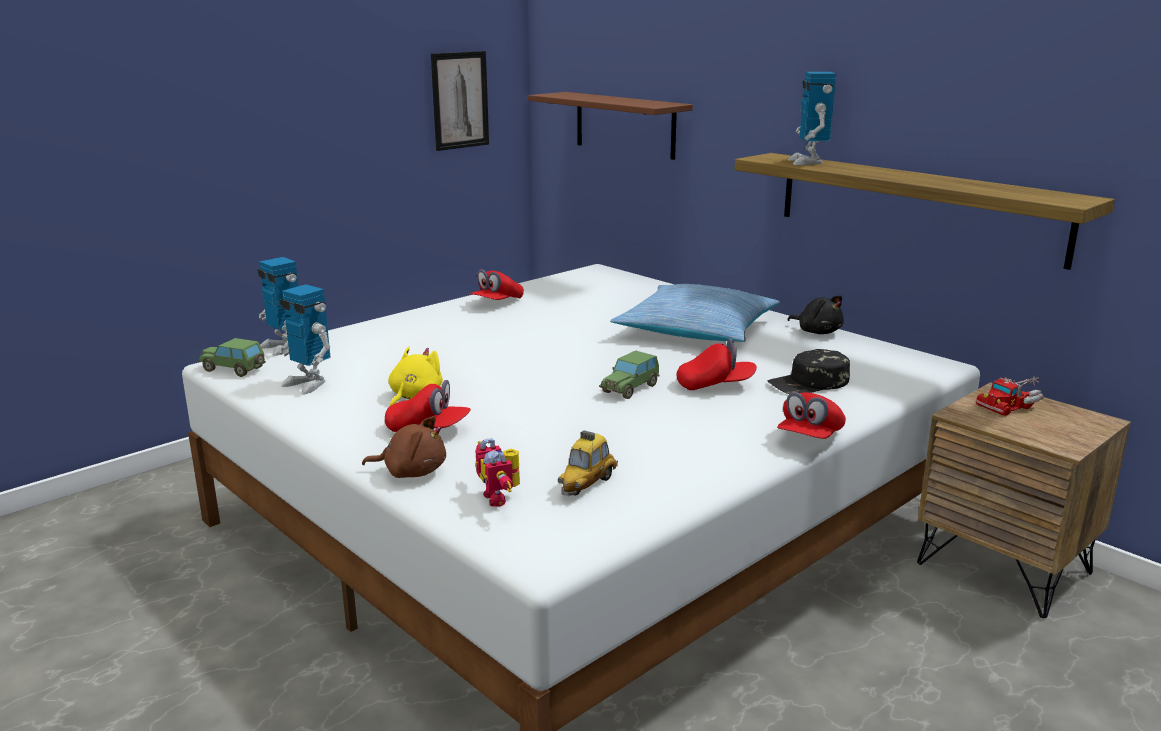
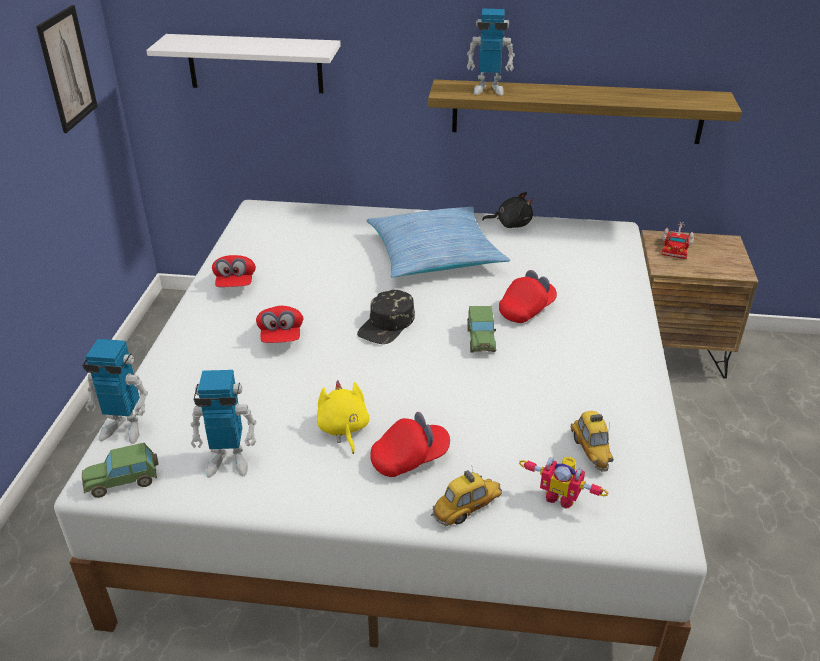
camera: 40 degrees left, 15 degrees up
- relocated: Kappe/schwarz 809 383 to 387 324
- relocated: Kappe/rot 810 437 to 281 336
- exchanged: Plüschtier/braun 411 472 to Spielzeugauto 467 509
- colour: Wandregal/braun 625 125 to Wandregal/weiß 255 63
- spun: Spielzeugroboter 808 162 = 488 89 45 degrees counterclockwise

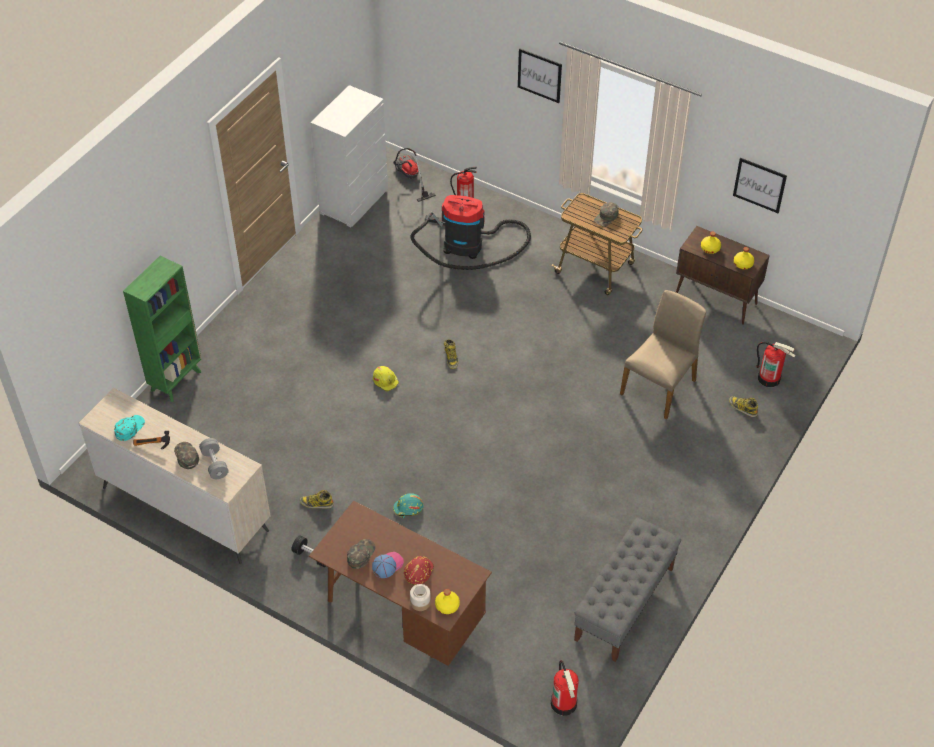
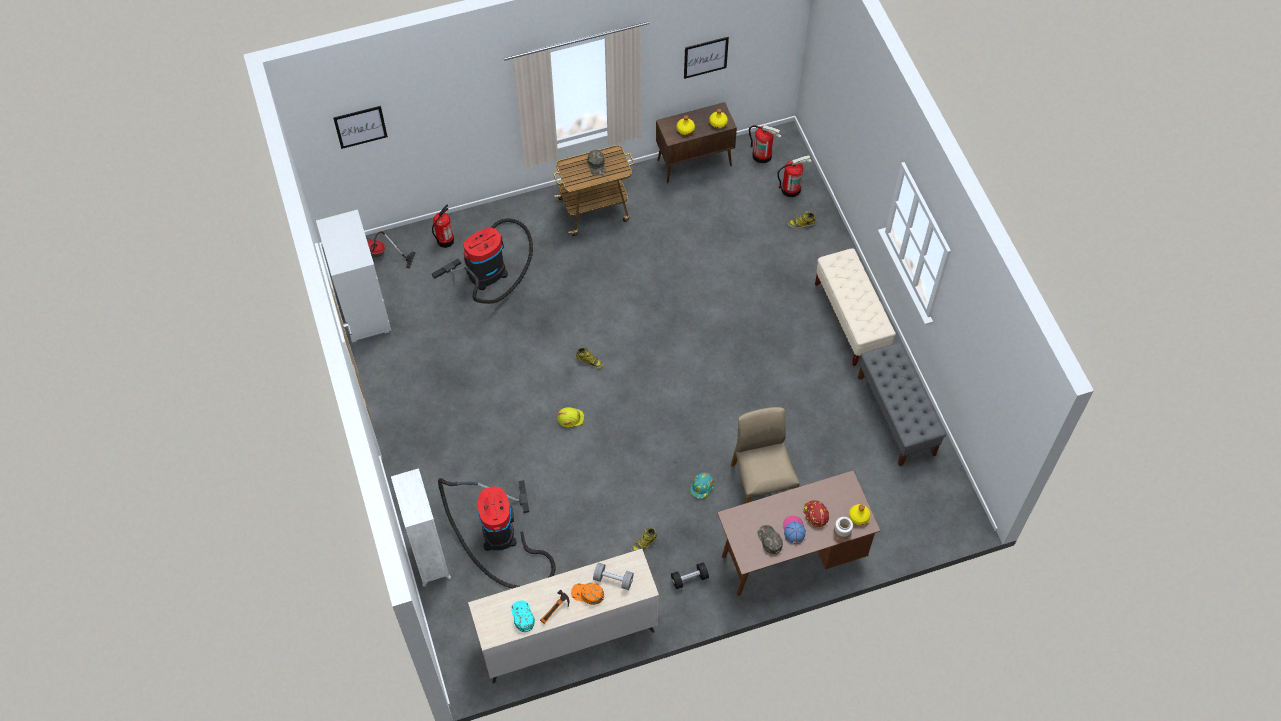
camera: 50 degrees left, 10 degrees up
- appeared: Staubsauger 500 536
- appeared: Bank/beige 851 320
- relocated: Bild 539 75 to 360 126
- relocated: Feuerlöscher 564 703 to 762 155
- relocated: Stuhl/beige 659 387 to 761 484
- colour: Bücherregal/grün 177 380 to Bücherregal/weiß 431 560
- colour: Kappe/grün 186 456 to Kappe/orange 587 594

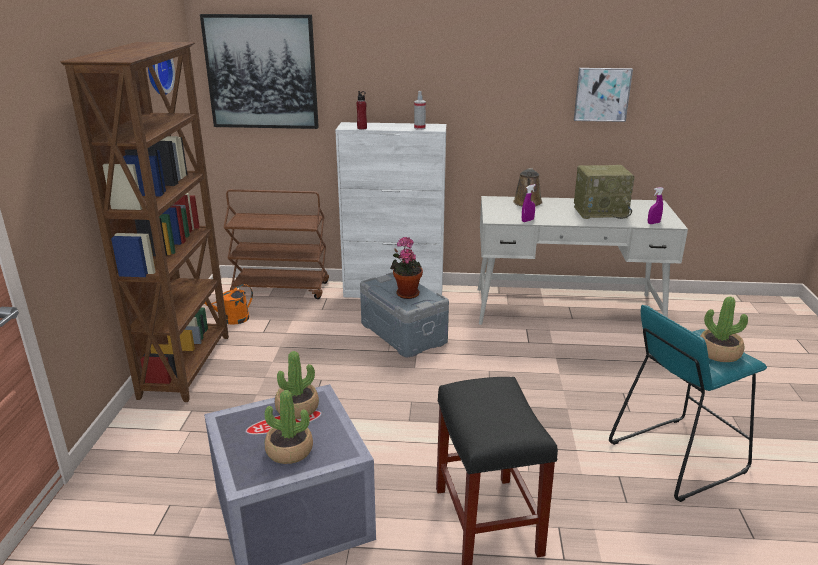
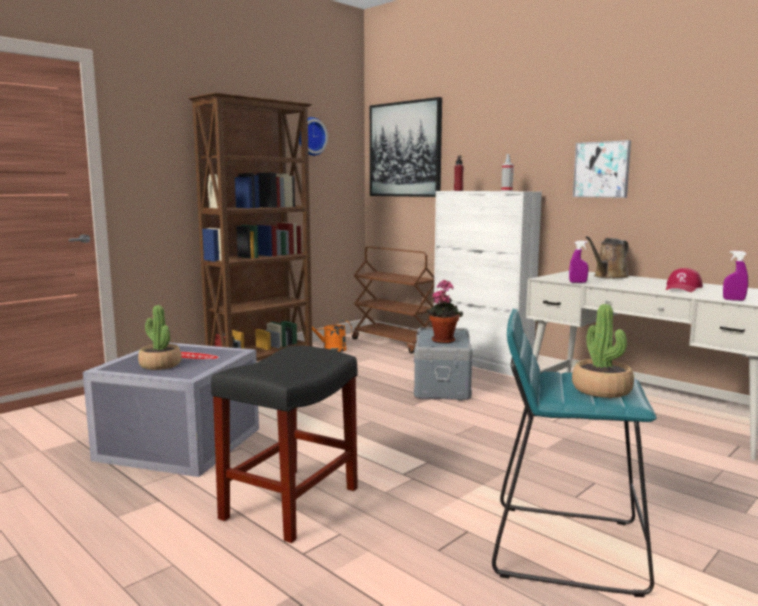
camera: 40 degrees right, 15 degrees down
- missing: Topfpflanze 297 408
- relocated: Bild 602 94 to 602 169
- exchanged: Radio 600 212 to Kappe/rot 683 288

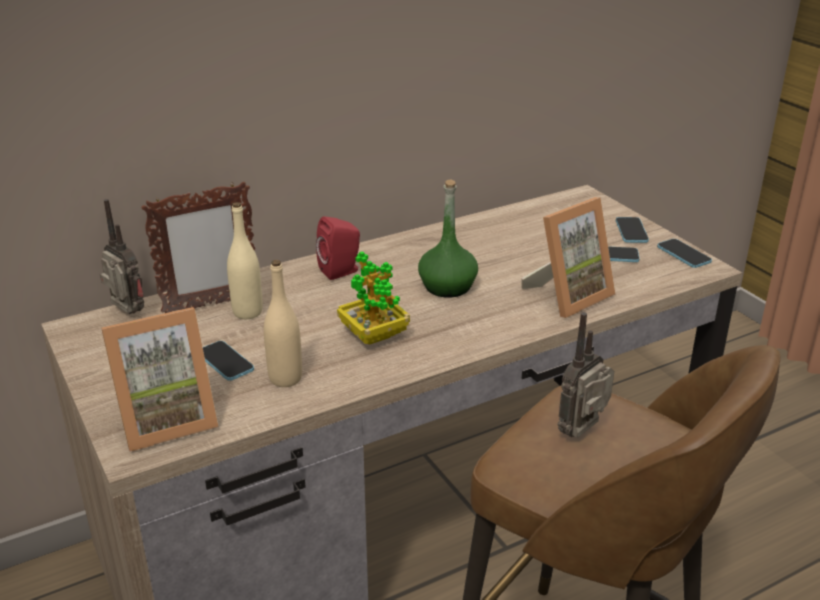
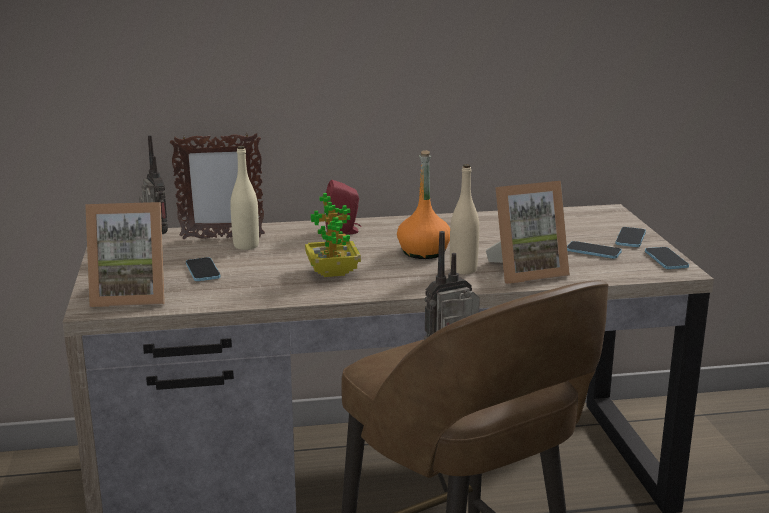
camera: 20 degrees right, 10 degrees down
- relocated: Flasche/beige 285 378 to 463 270
- colour: Flasche/grün 448 287 to Flasche/orange 424 252

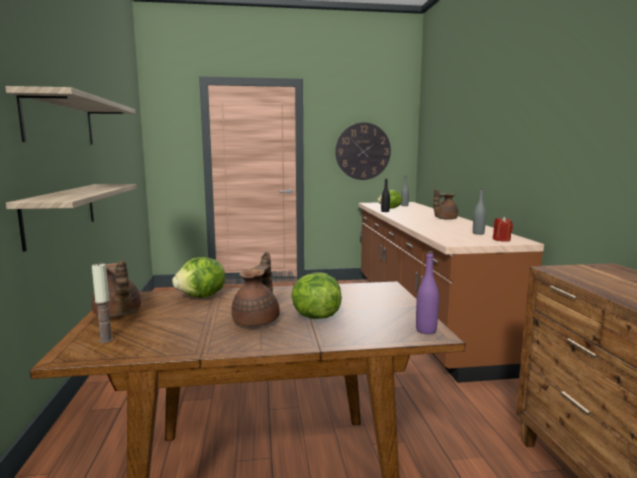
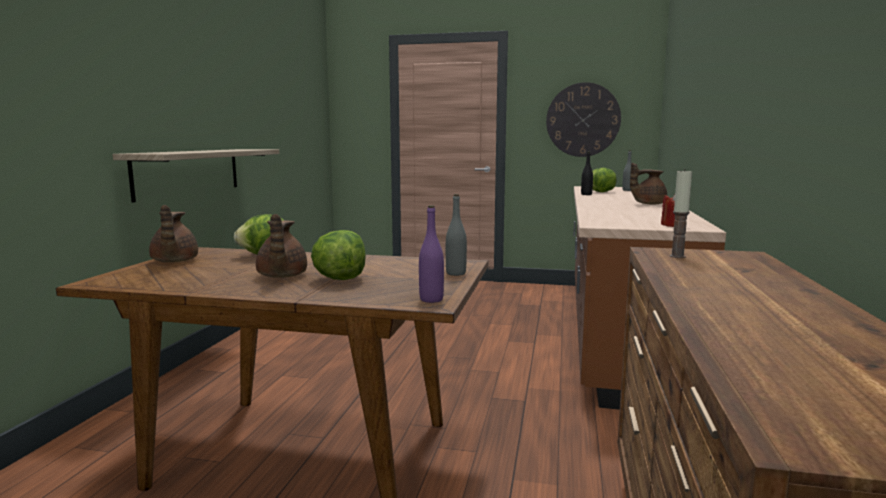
camera: 20 degrees right, 0 degrees up
- missing: Wandregal 60 121
- relocated: Kerze 106 340 to 677 256
- relocated: Flasche/grau 478 233 to 456 273
- spun: Teekanne/braun 257 321 = 281 276 135 degrees clockwise

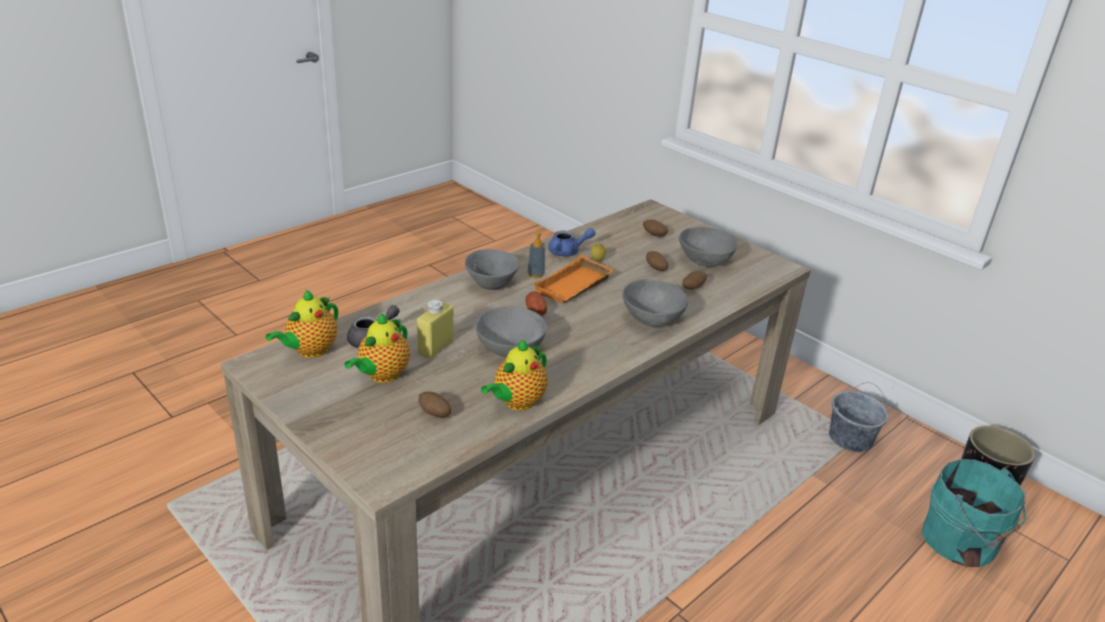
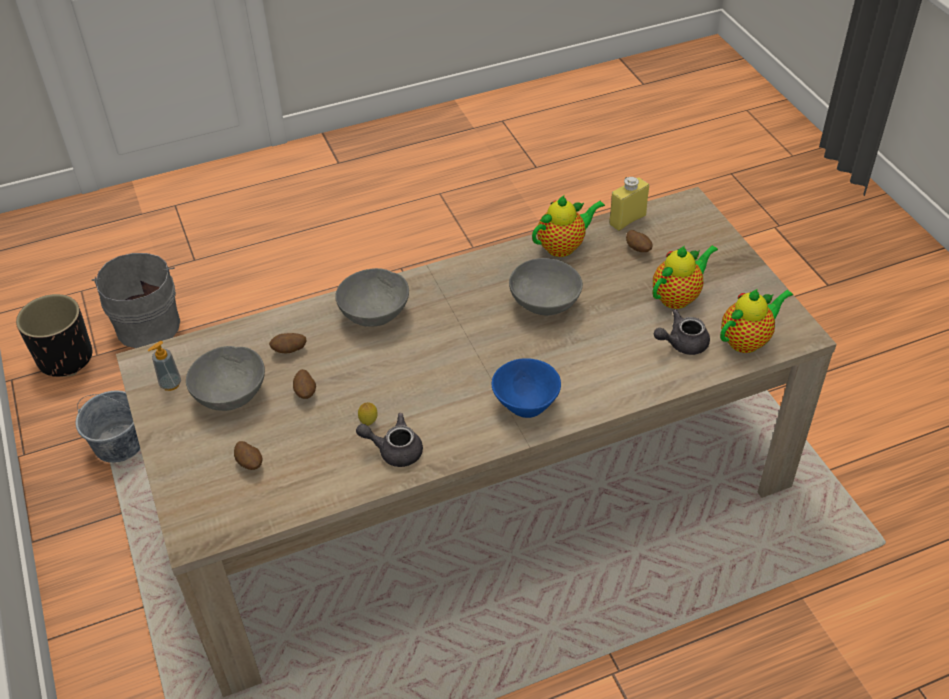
camera: 155 degrees left, 15 degrees up
- missing: Kartoffel 535 311
- missing: Tablett/orange 574 287
- relocated: Flasche/gelb 435 348 to 627 220
- relocated: Seifenspender 536 274 to 170 384
- colour: Schüssel/grau 490 285 to Schüssel/blau 527 403
- colour: Teekanne/blau 568 251 to Teekanne/grau 394 450
- colour: Eimer/türkis 961 542 to Eimer/grau 148 323

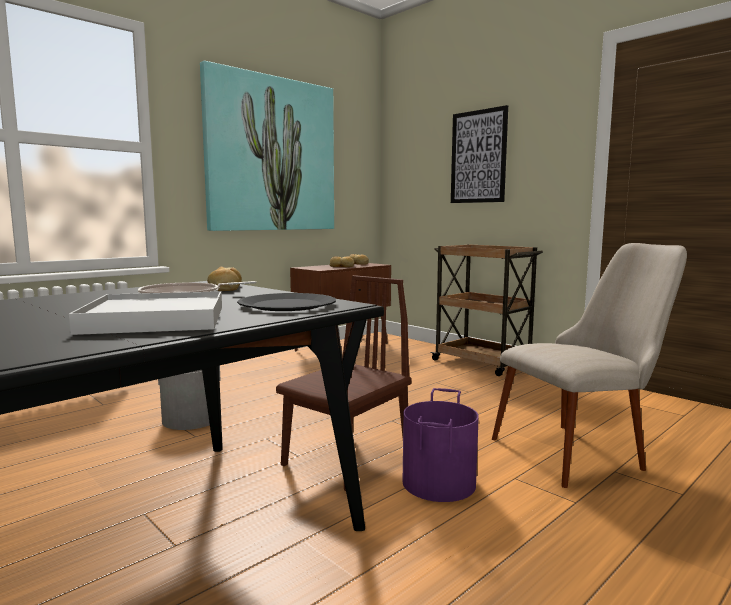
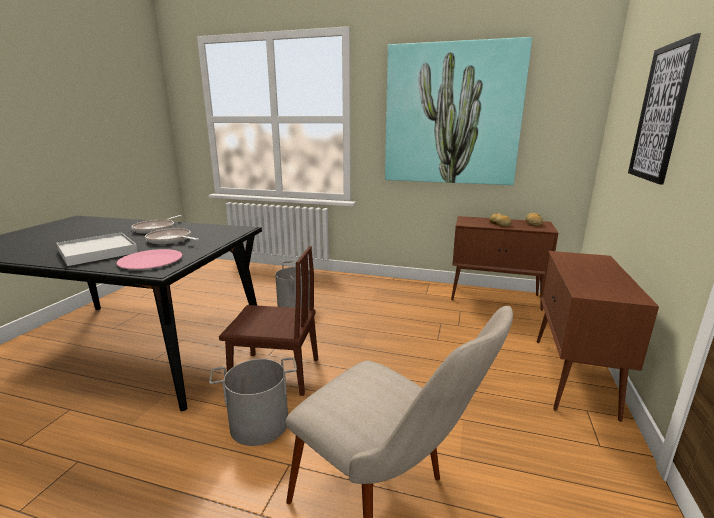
camera: 60 degrees right, 10 degrees up
- missing: Brot 225 288
- appeared: Pfanne 156 229
- exchanged: Rollwagen/braun 482 363 to Schrank/braun 573 377
- colour: Teller/schwarz 287 305 to Teller/rosa 150 261
- colour: Eimer/lila 437 482 to Eimer/grau 259 423

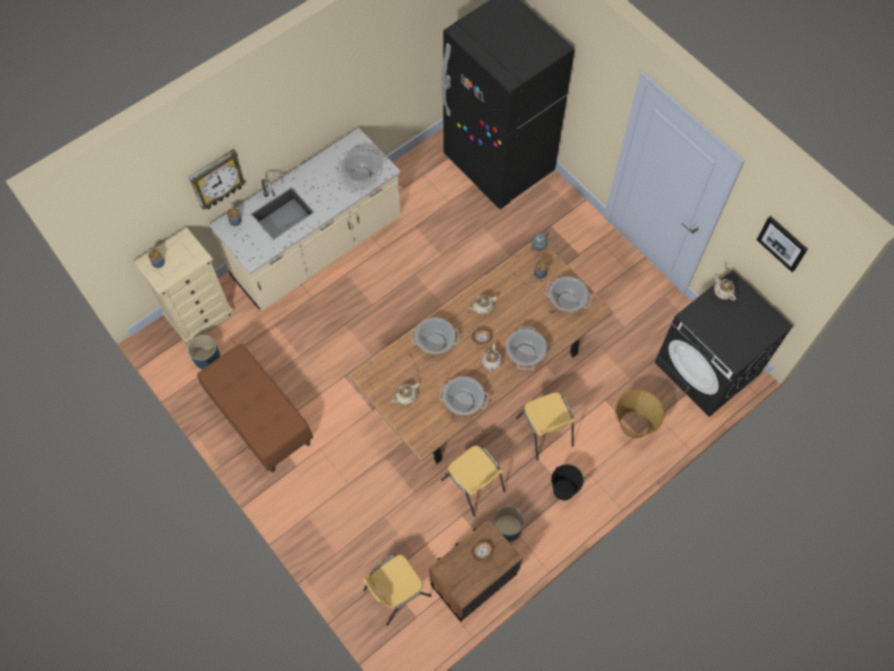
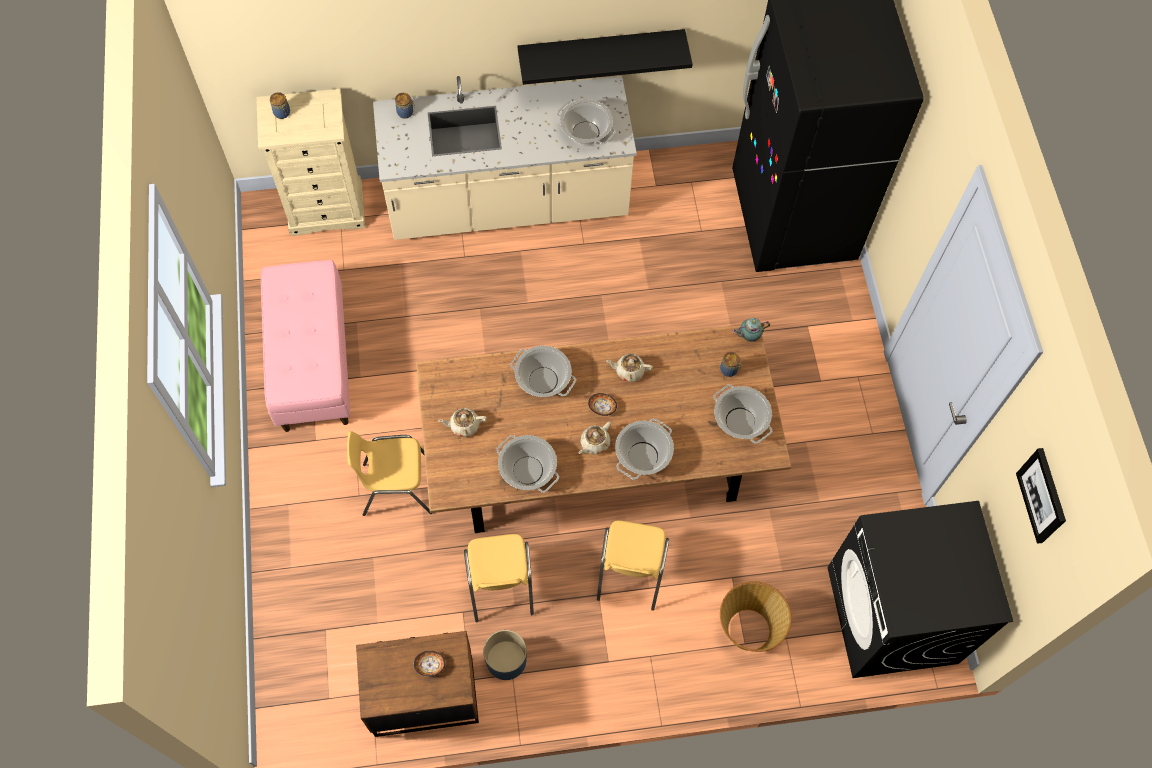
camera: 30 degrees right, 0 degrees up
- missing: Pflanzkübel/blau 207 357
- missing: Wanduhr 217 179
- missing: Eimer/schwarz 563 490
- missing: Teekanne/beige 722 291
- appeared: Wandregal/schwarz 601 49
- relocated: Stuhl/gelb 396 592 to 396 487
- colour: Bank/braun 259 418 to Bank/rosa 312 362

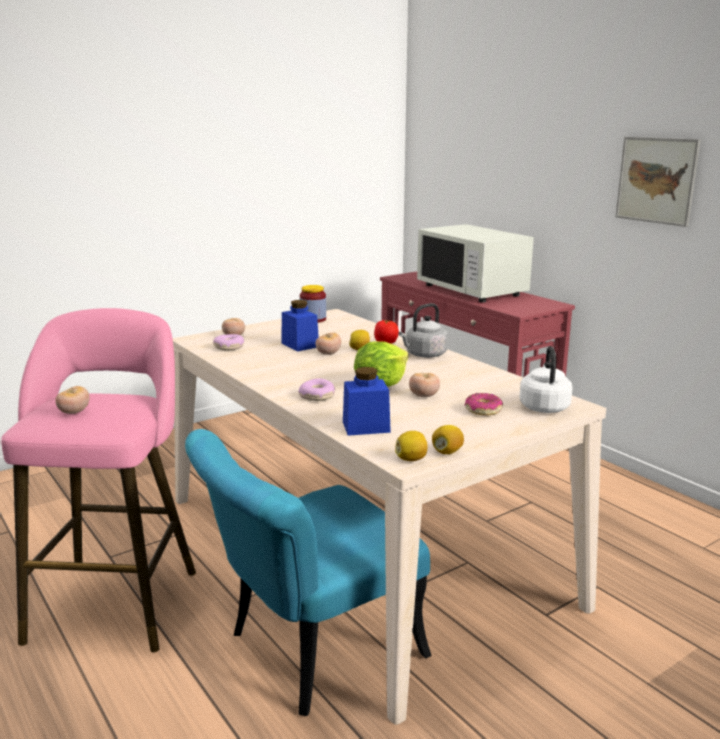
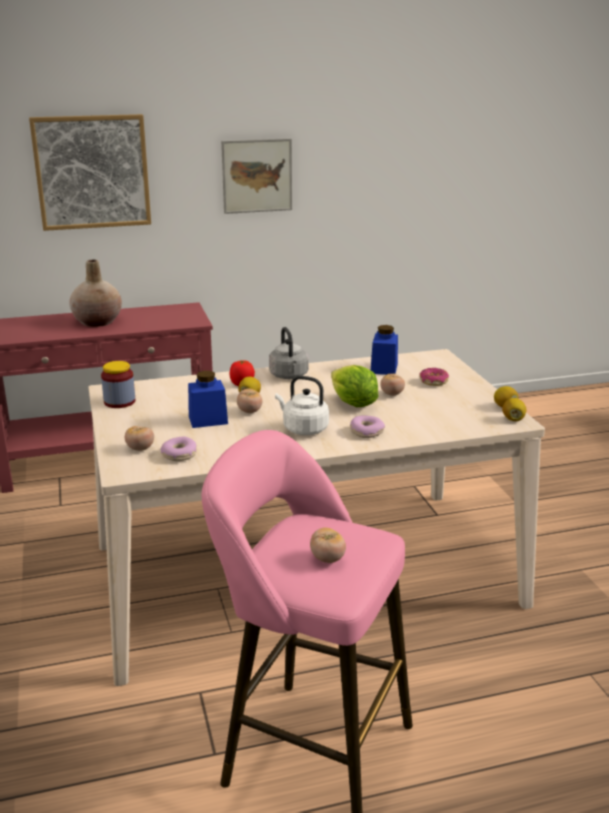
camera: 70 degrees left, 5 degrees up
- missing: Stuhl/türkis 309 652
- appeared: Bild 92 172
- relocated: Vorratsglas/blau 366 427 to 384 368
- relocated: Wasserkessel/weiß 544 406 to 303 429
- exchanged: Mikrowelle/weiß 472 290 to Vase/beige 98 322

